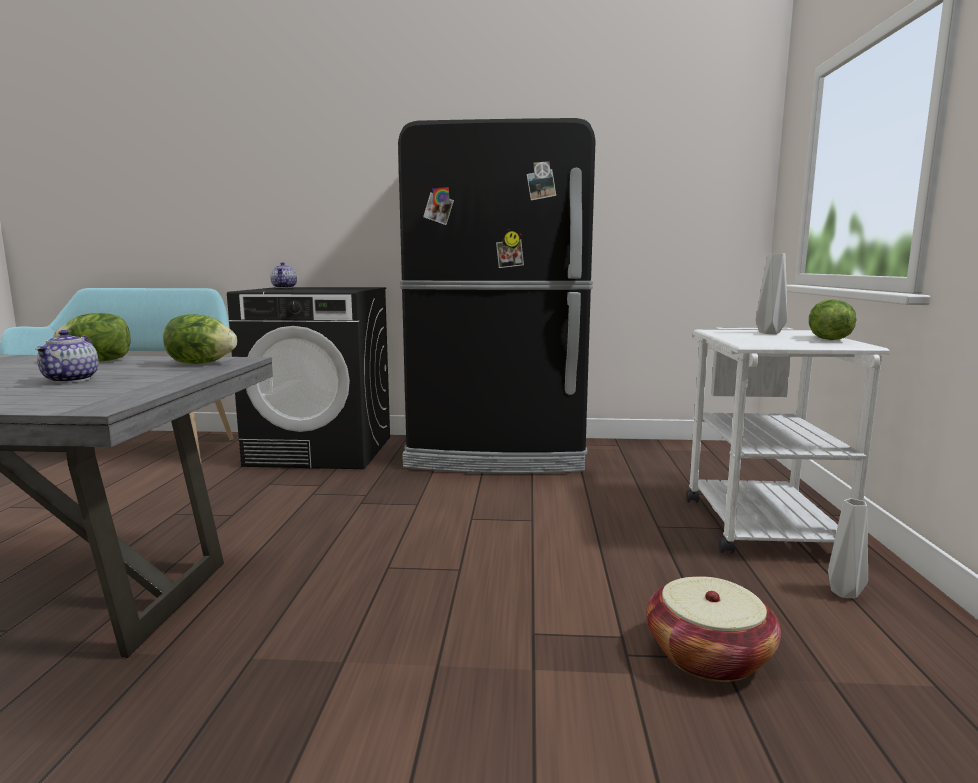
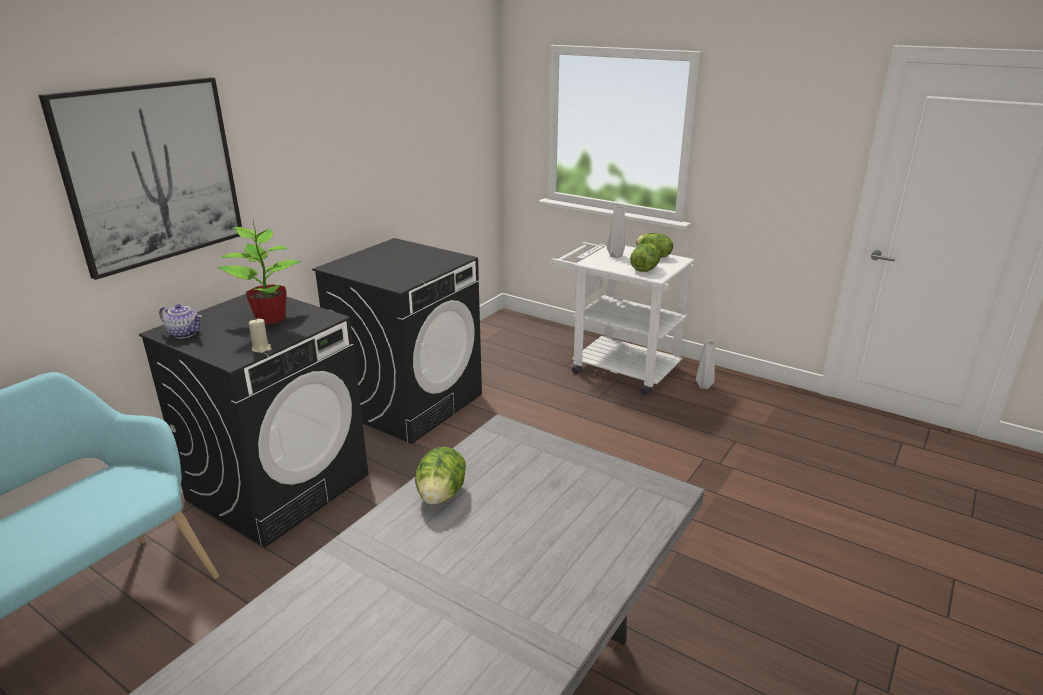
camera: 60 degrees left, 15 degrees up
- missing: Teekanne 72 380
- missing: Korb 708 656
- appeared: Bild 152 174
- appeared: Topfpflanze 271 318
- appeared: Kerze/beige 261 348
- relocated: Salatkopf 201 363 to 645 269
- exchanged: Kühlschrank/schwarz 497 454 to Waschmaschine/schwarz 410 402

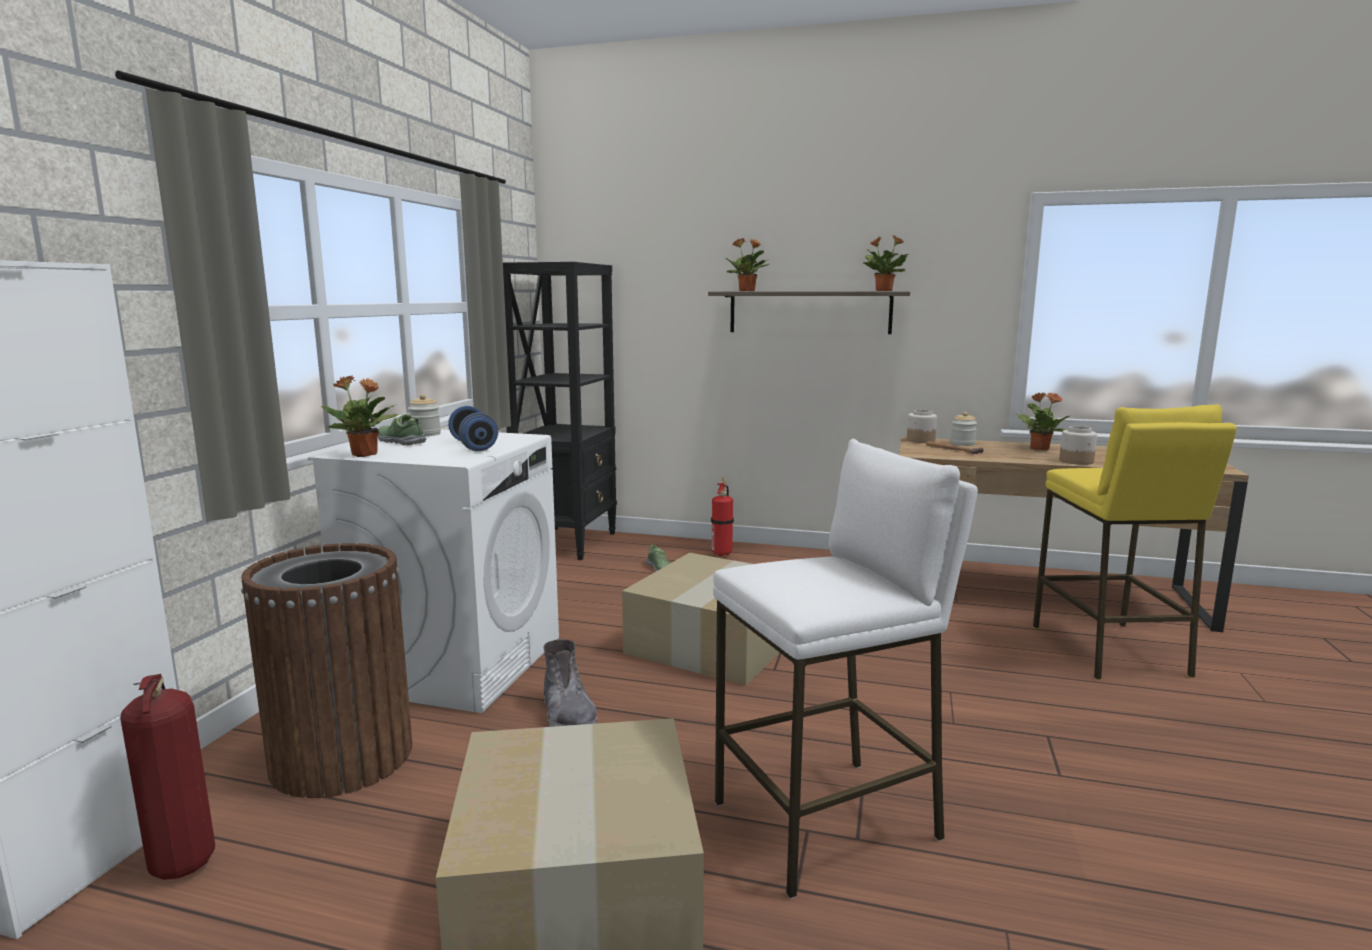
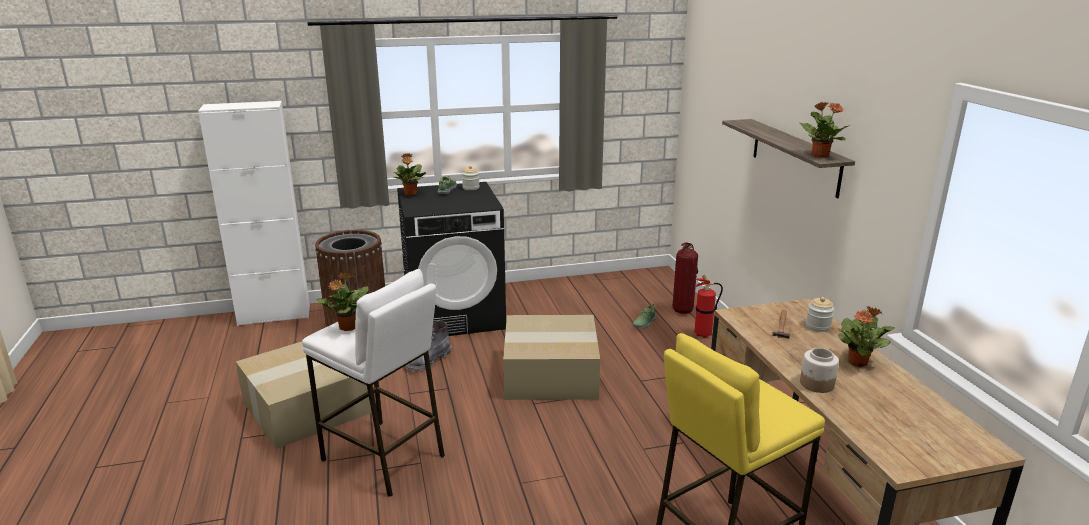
camera: 60 degrees right, 10 degrees up
- missing: Hantel/blau 473 446
- missing: Bücherregal/schwarz 568 543
- missing: Vorratsglas 920 440
- relocated: Feuerlöscher 183 862 to 683 310
- relocated: Topfpflanze 747 291 to 347 328
- colour: Waschmaschine/weiß 456 662 to Waschmaschine/schwarz 455 315

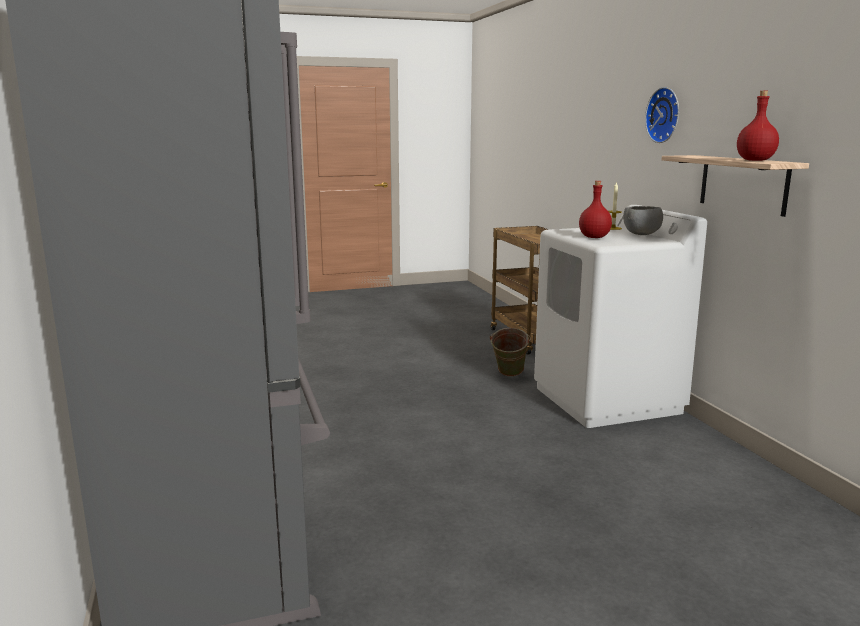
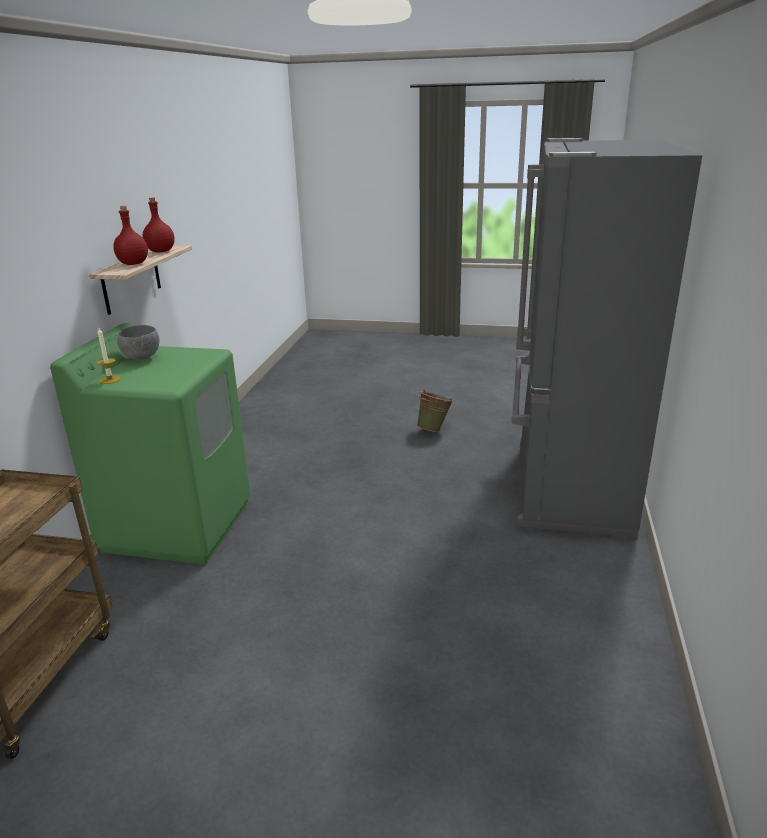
camera: 150 degrees left, 10 degrees up
- missing: Wanduhr 665 115
- relocated: Eimer/grün 508 375 to 434 429
- relocated: Flasche/rot 594 237 to 134 263
- colour: Waschmaschine/weiß 607 400 to Waschmaschine/grün 178 525

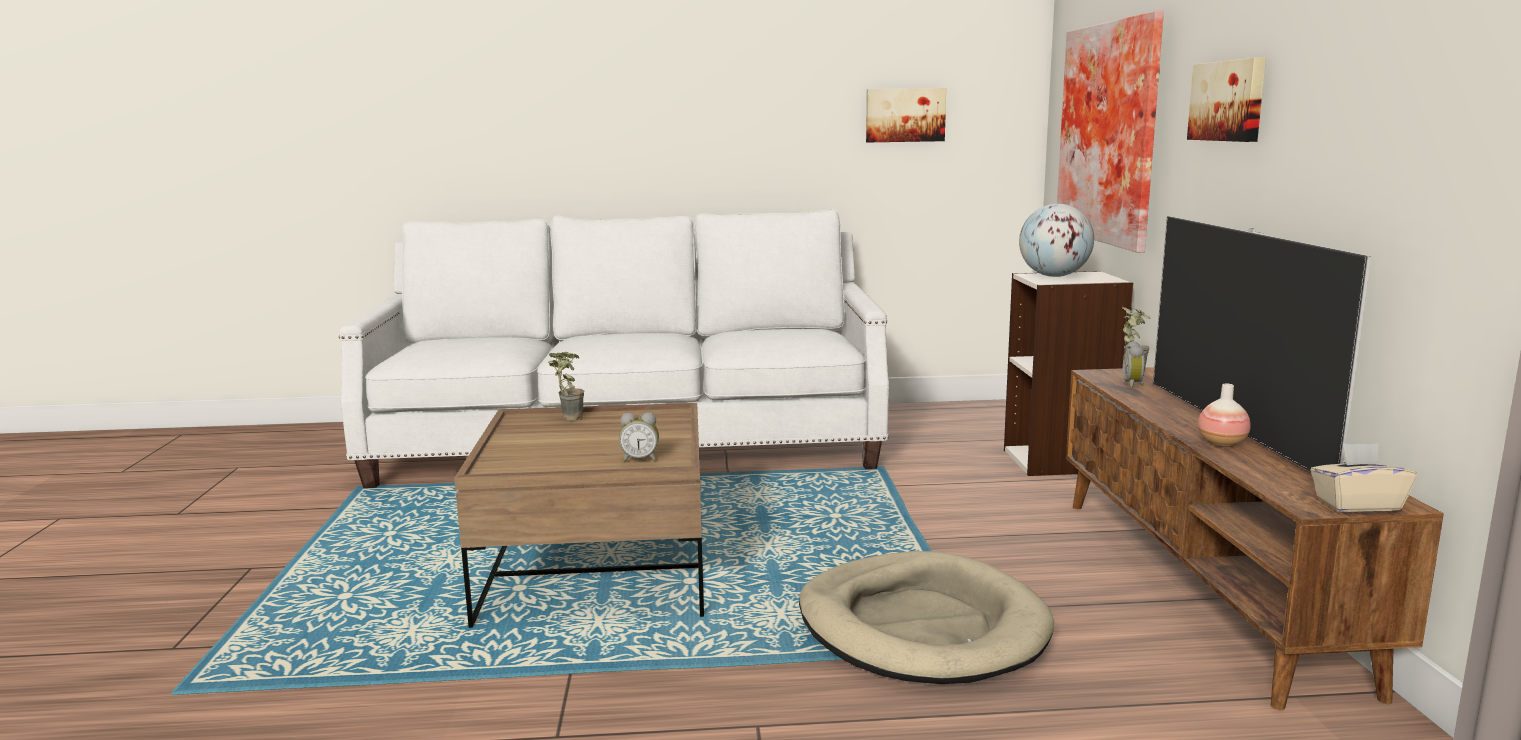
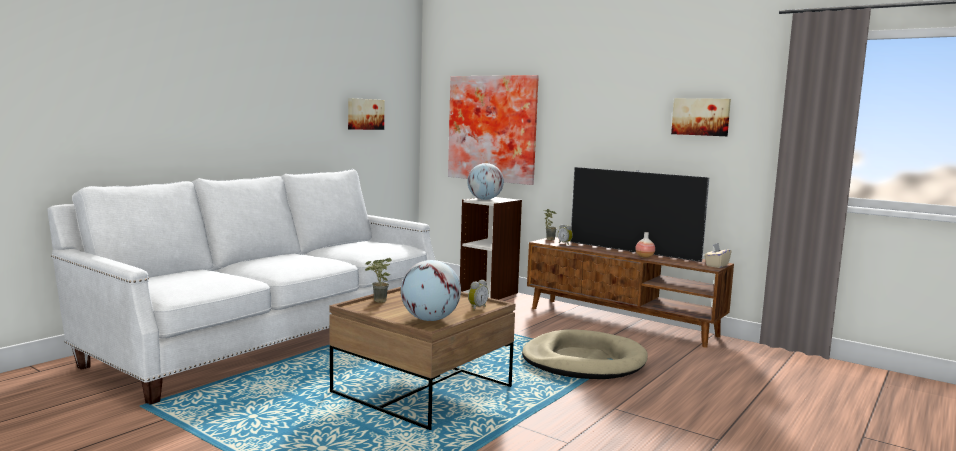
camera: 50 degrees left, 5 degrees down
- appeared: Globus 430 319
- relocated: Bild 1229 101 to 701 117

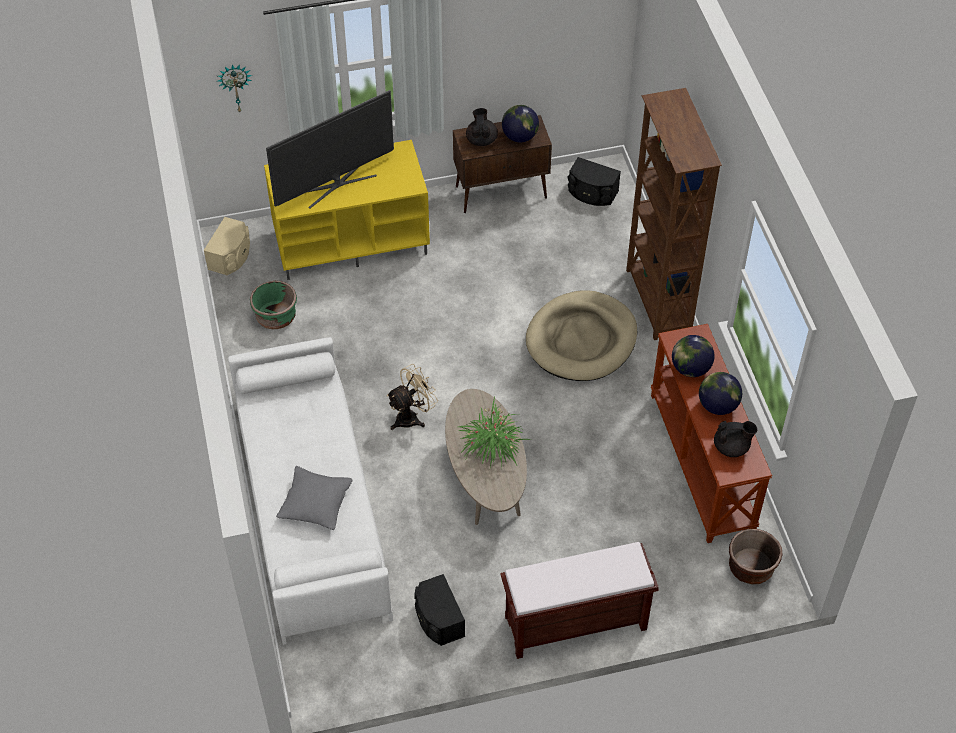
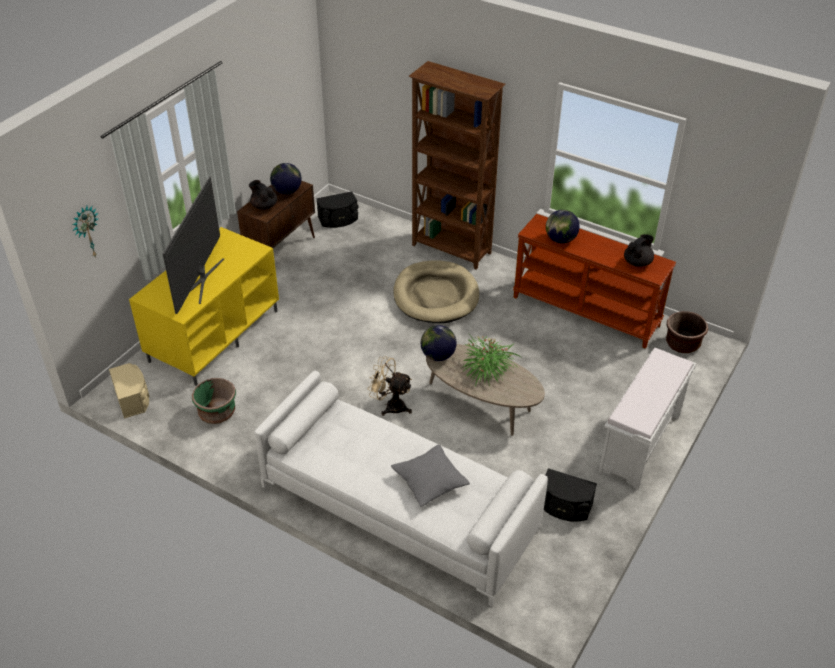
camera: 45 degrees left, 10 degrees down
- relocated: Globus 717 405 to 437 355
- colour: Bank/braun 574 624 to Bank/weiß 640 444
- spun: Ventilator/beige 412 417 = 390 406 75 degrees counterclockwise

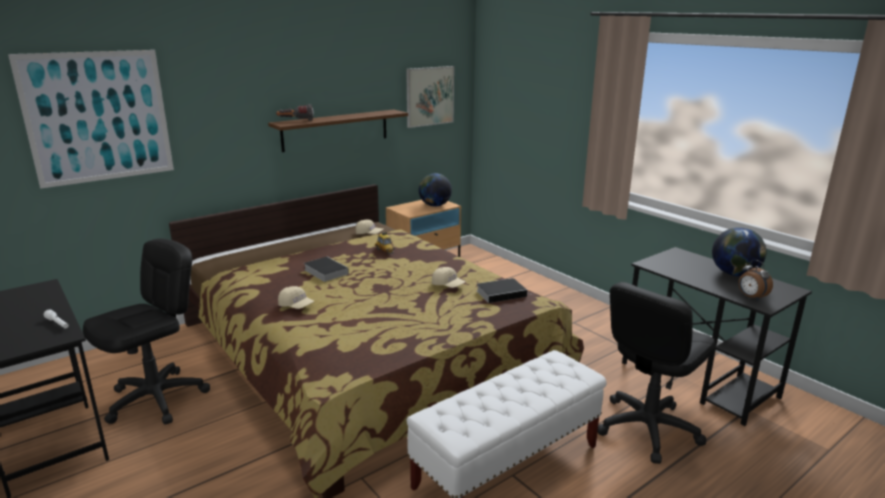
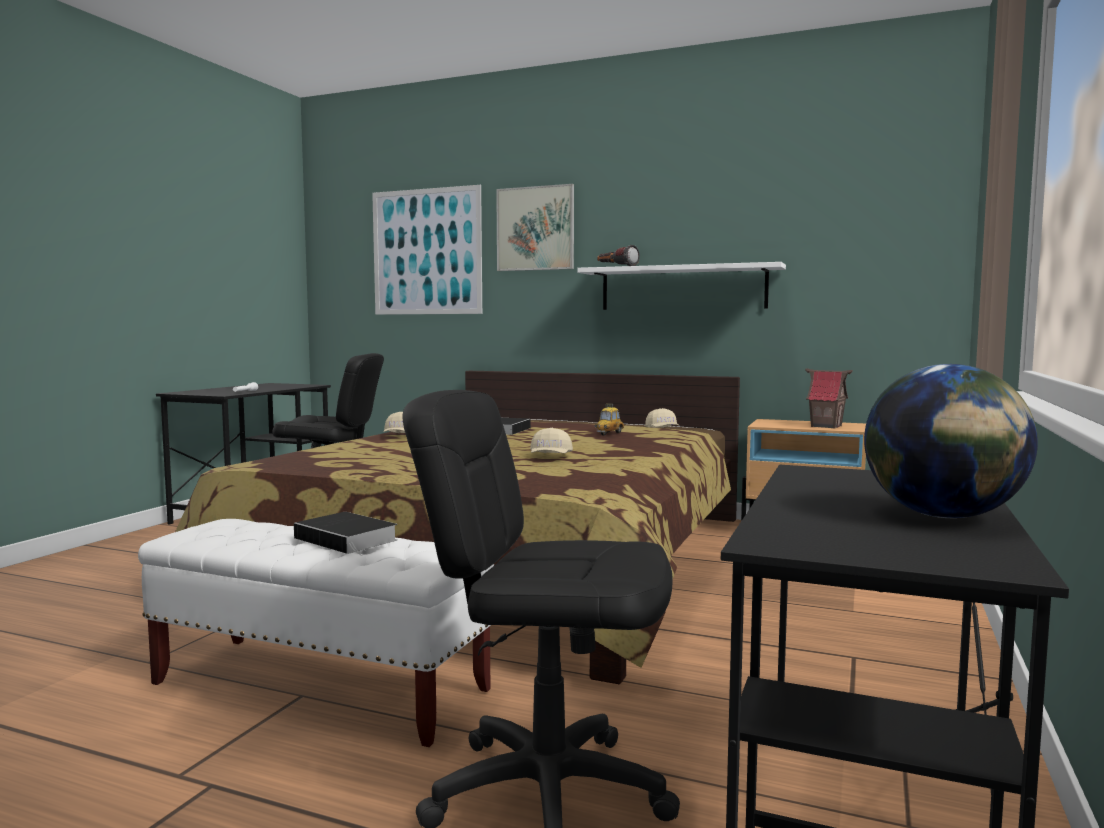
camera: 60 degrees right, 15 degrees down
- missing: Wecker 751 297
- relocated: Bild 429 96 to 535 228
- relocated: Buch 502 293 to 348 539
- exchanged: Globus 434 205 to Spielzeughaus 826 426
- colour: Wandregal/braun 335 130 to Wandregal/weiß 682 288

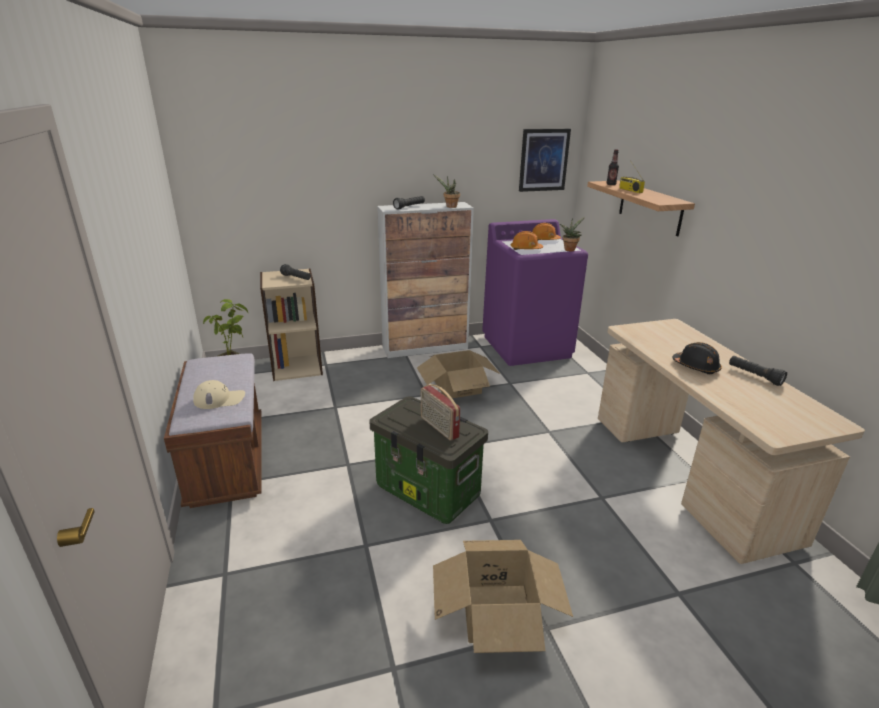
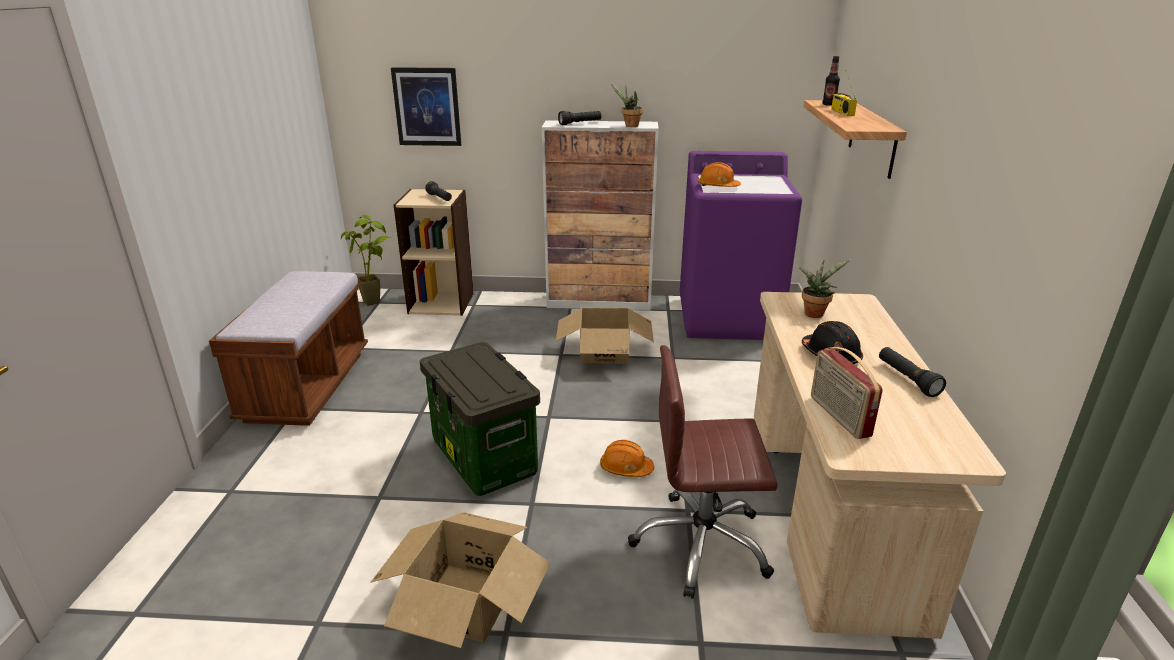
camera: 20 degrees right, 0 degrees up
- missing: Kappe/beige 220 399
- appeared: Bürostuhl/braun 701 544
- relocated: Radio 438 427 to 838 416
- relocated: Bild 543 160 to 427 107
- relocated: Schutzhelm/orange 544 240 to 625 468
- relocated: Topfpflanze 569 249 to 815 313

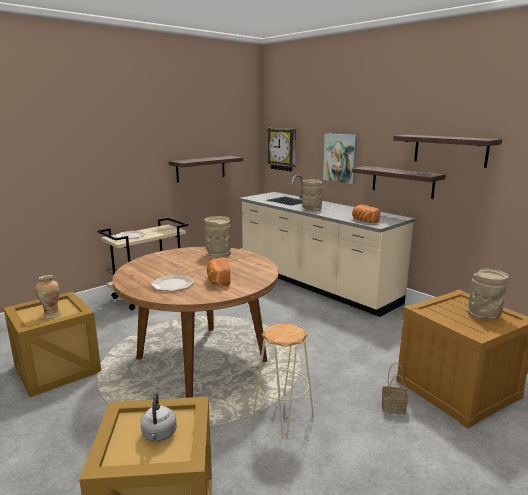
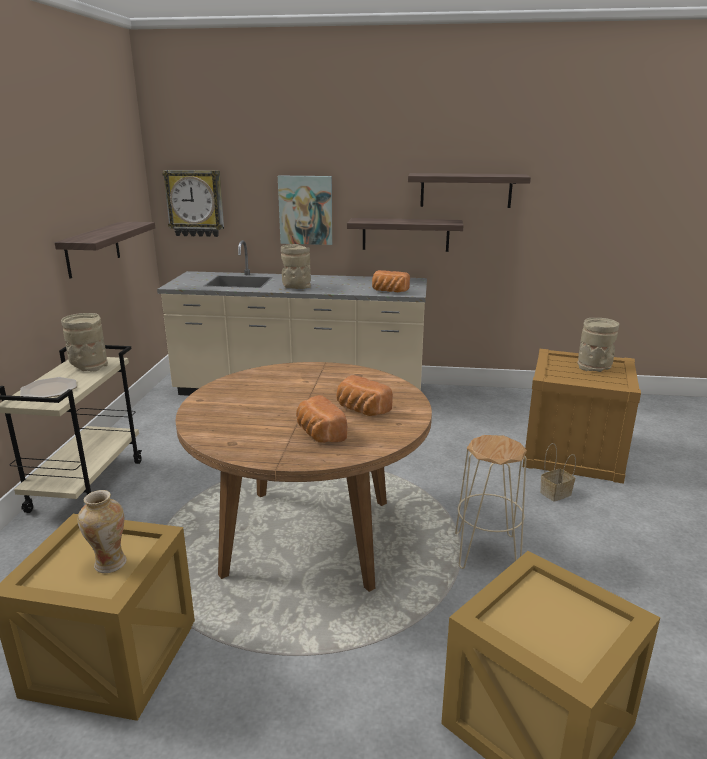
camera: 40 degrees left, 5 degrees up
- missing: Wasserkessel/grau 159 435
- relocated: Vase/beige 218 254 to 88 366
- exchanged: Teller 173 284 to Brot 319 434

